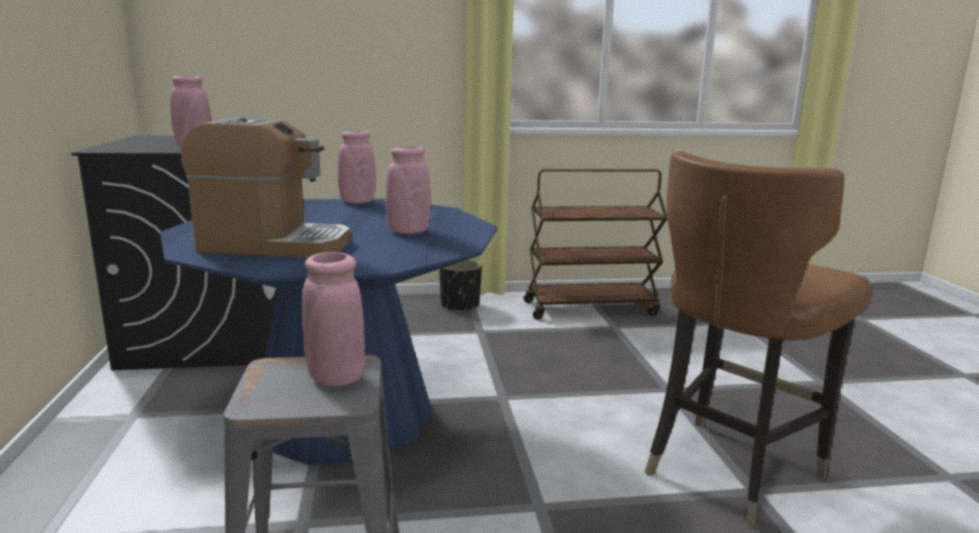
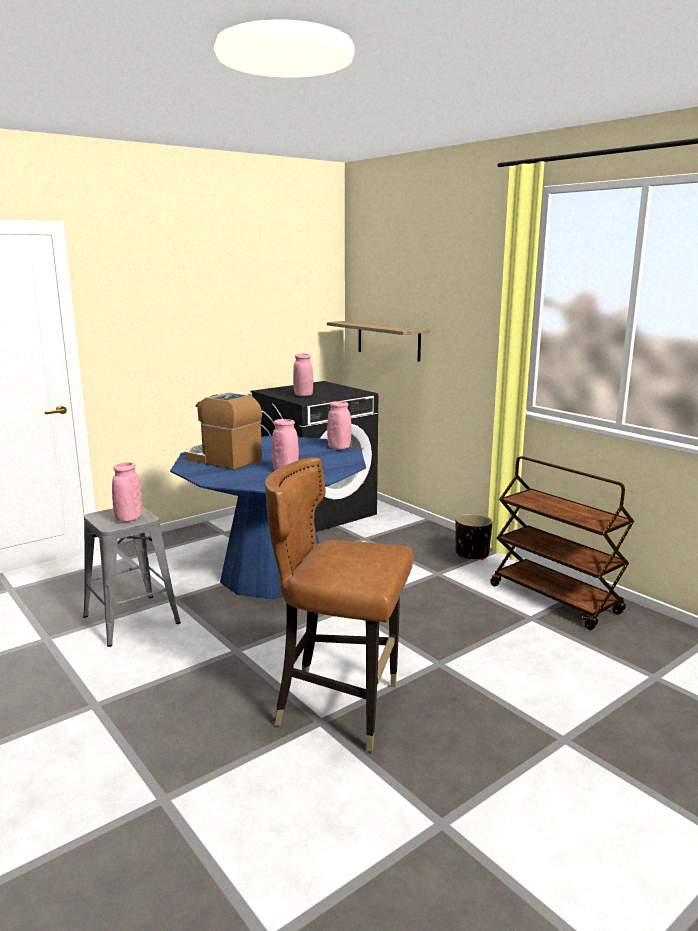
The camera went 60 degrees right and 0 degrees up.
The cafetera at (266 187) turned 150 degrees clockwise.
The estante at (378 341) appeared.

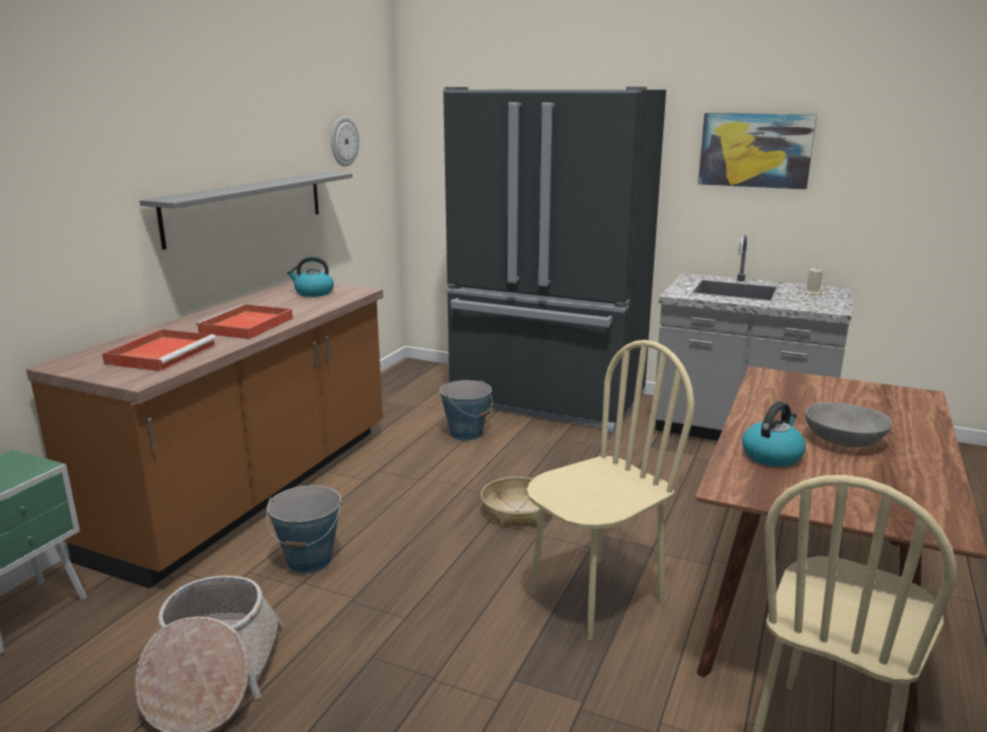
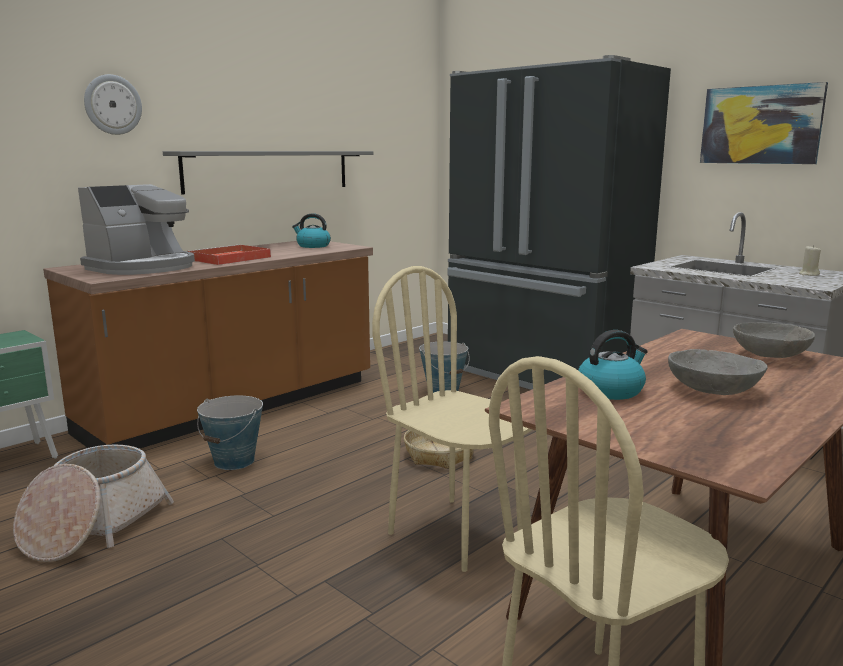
The camera went 20 degrees right and 5 degrees down.
The bandeja (rojo) at (159 350) was replaced by the cafetera at (136 229).
The reloj de pared moved from (345 141) to (113 104).
The silla (beis) at (610 490) turned 120 degrees counterclockwise.
The cuenco (gris) at (774 340) appeared.

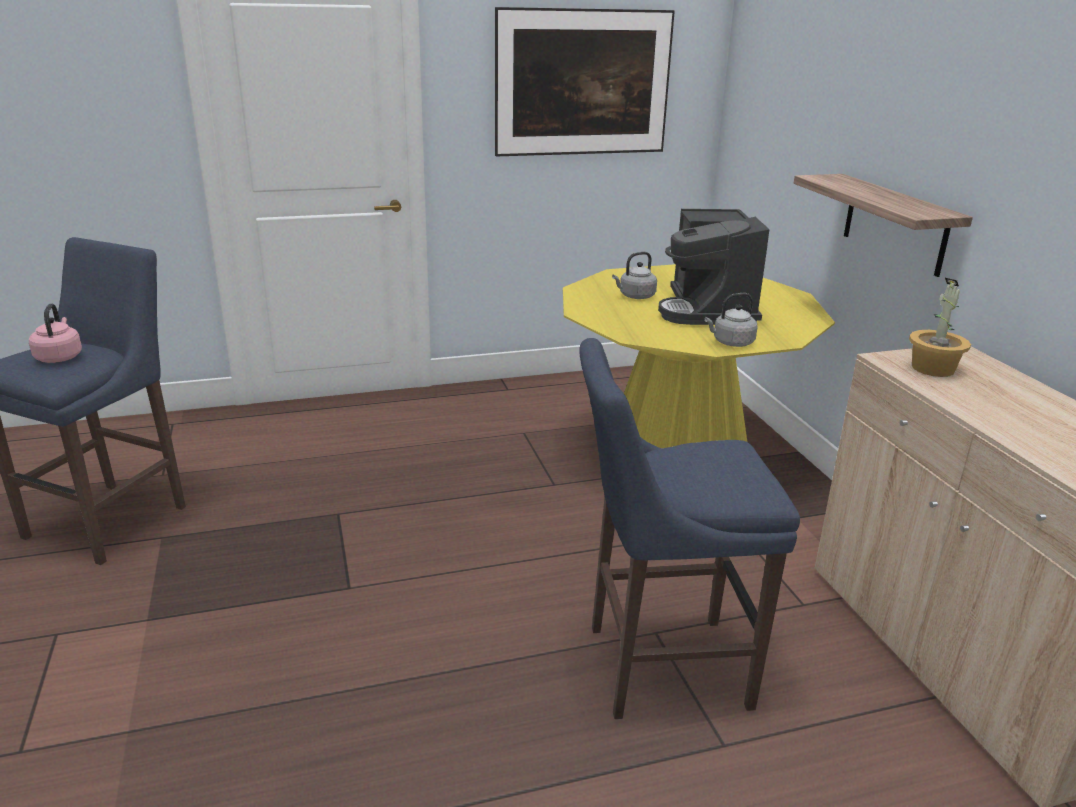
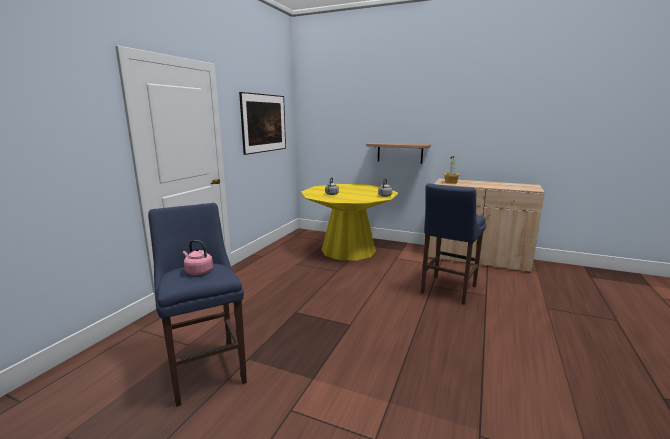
The camera went 50 degrees left and 10 degrees down.
The cafetera at (713 267) disappeared.

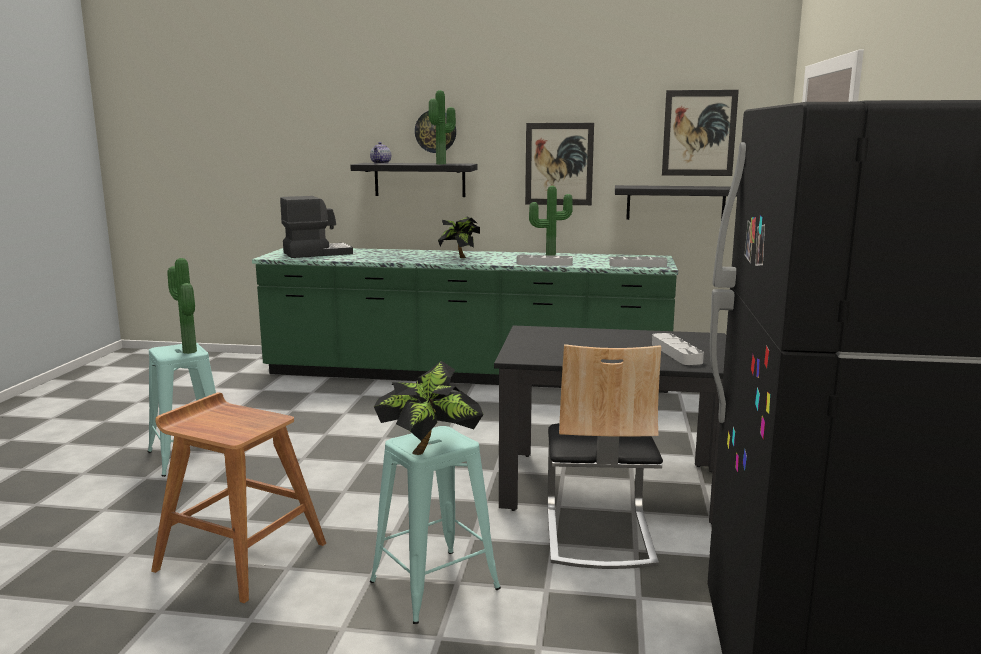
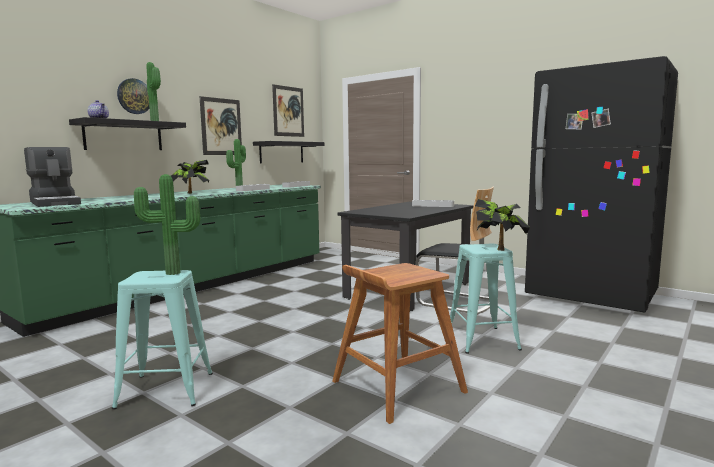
The camera went 60 degrees left and 5 degrees down.
The cafetera at (316 227) turned 135 degrees clockwise.

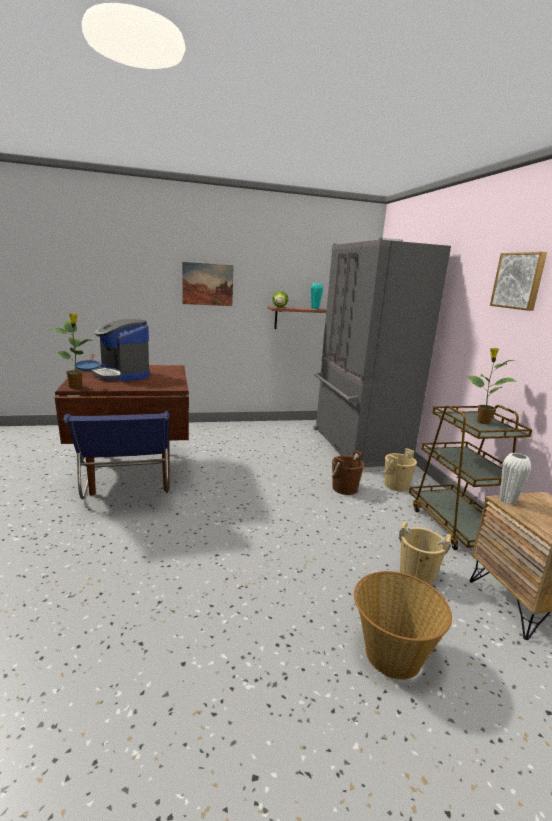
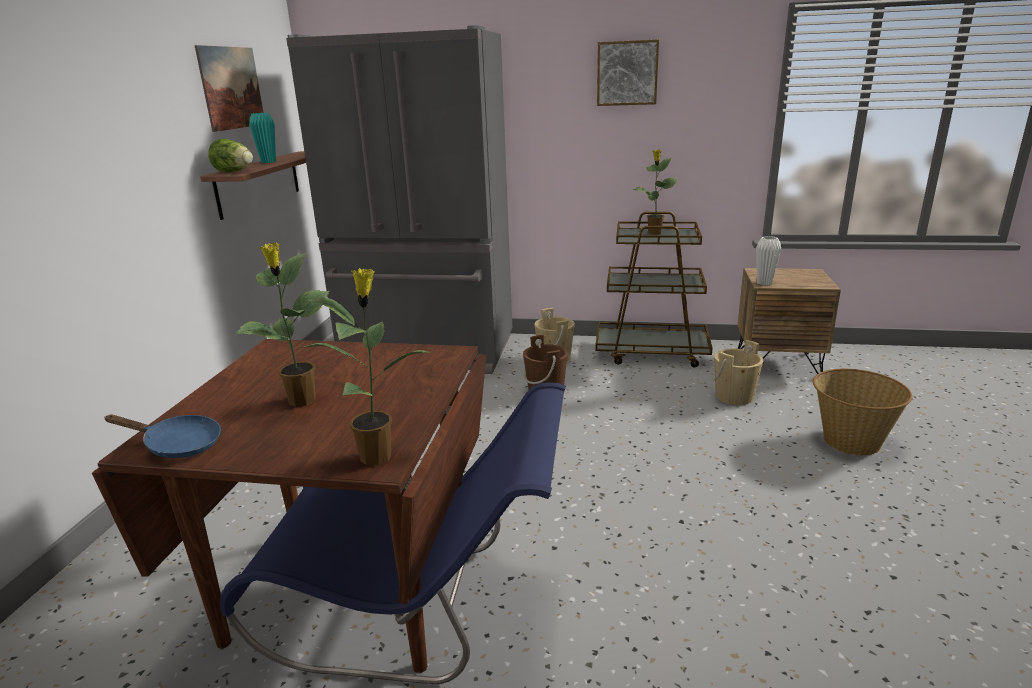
The camera went 65 degrees left and 5 degrees up.
The cuadro moved from (208 284) to (229 88).
The cafetera at (121 350) was replaced by the planta en maceta at (281 325).

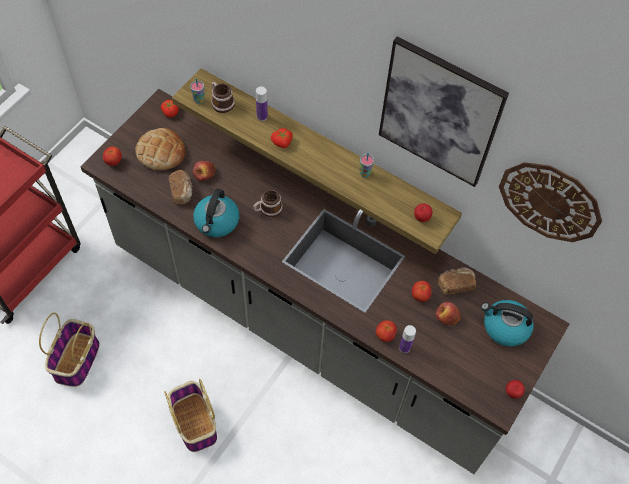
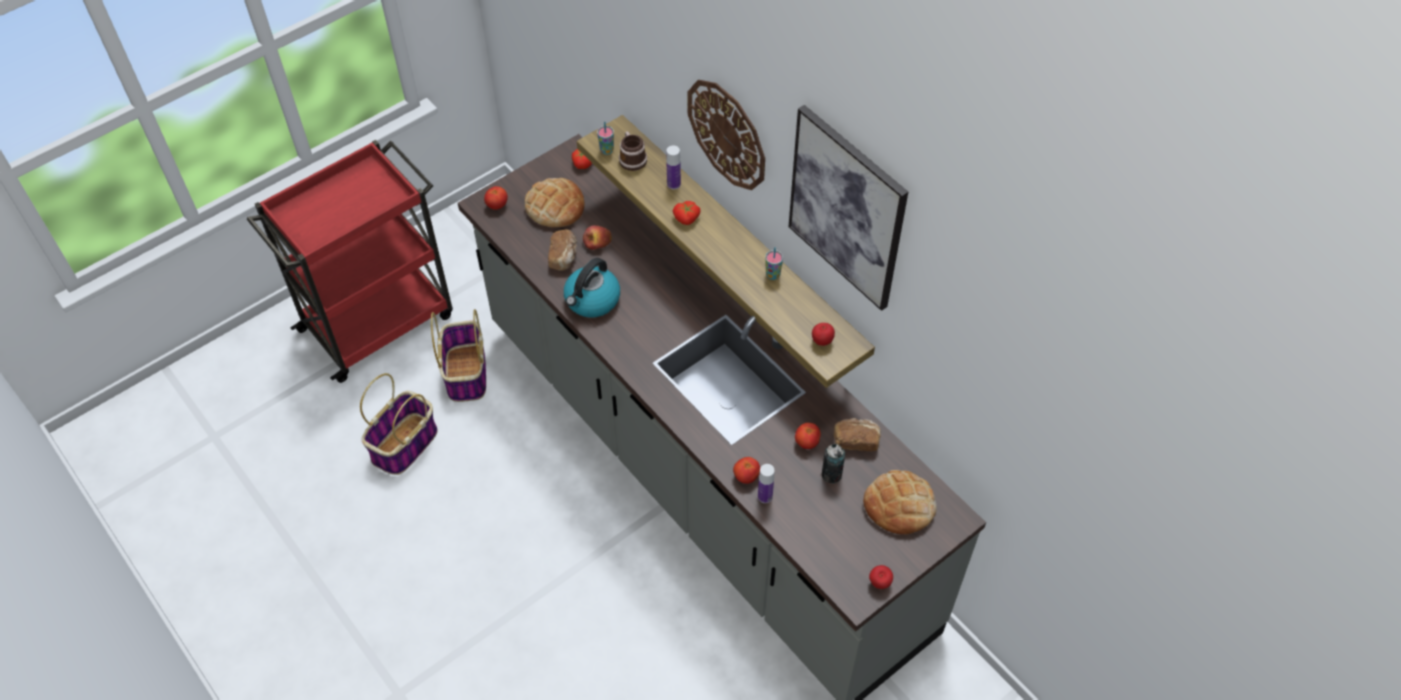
The camera went 20 degrees right and 5 degrees down.
The cesta moved from (190 415) to (458 355).
The reloj de pared moved from (550 202) to (726 135).
The manzana at (448 313) was replaced by the lata at (833 463).
The hervidor at (507 323) was replaced by the pan at (900 502).
The taza grande at (268 203) disappeared.

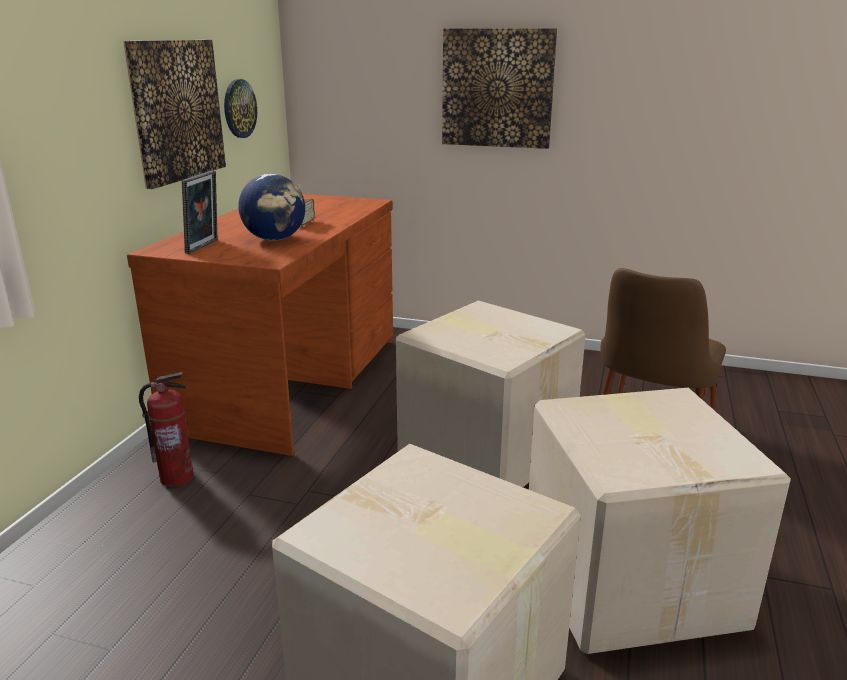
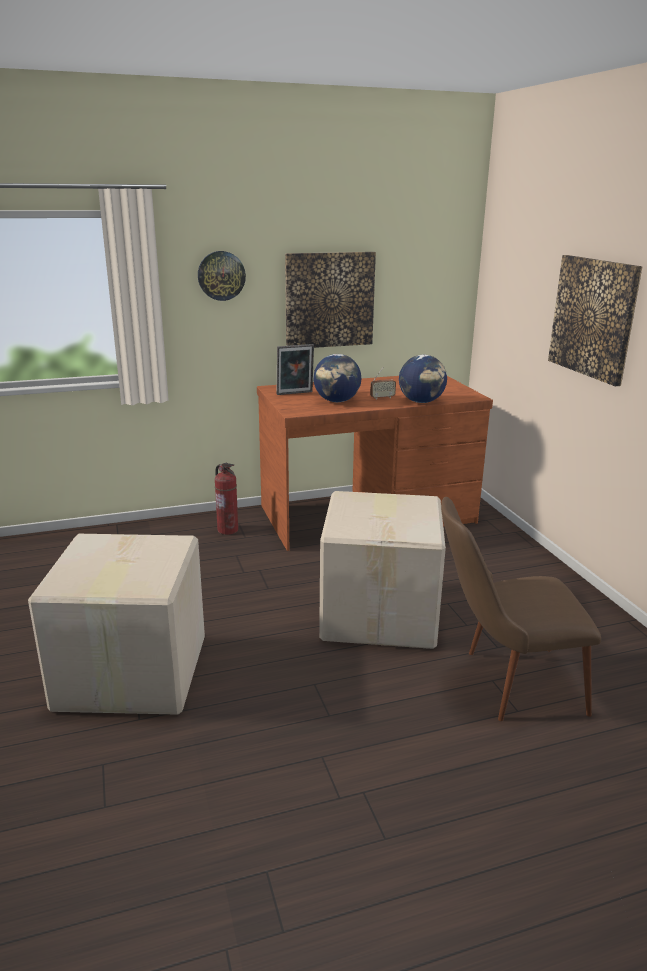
The camera went 55 degrees right and 0 degrees up.
The reloj de pared moved from (240 108) to (222 276).
The globo terráqueo at (423 379) appeared.
The caja de cartón at (660 521) disappeared.

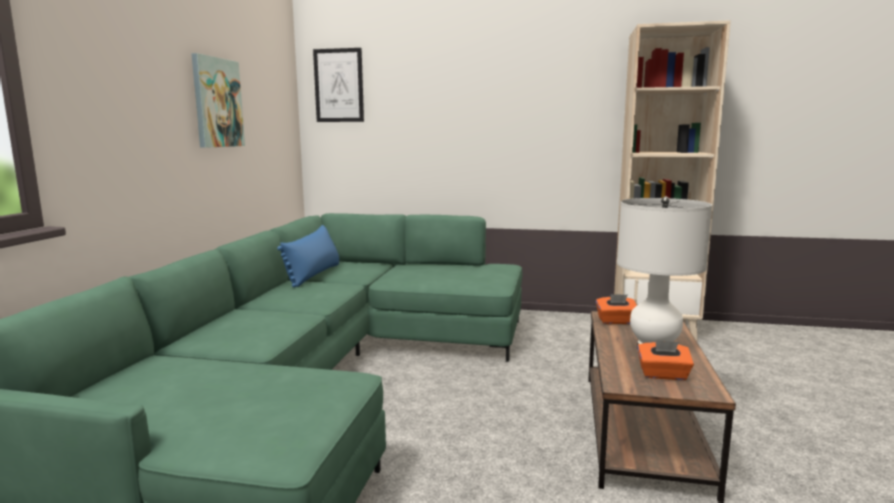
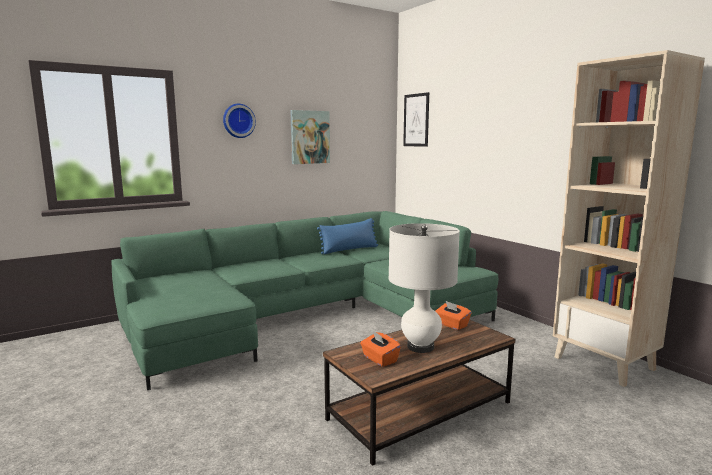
The camera went 45 degrees right and 0 degrees up.
The reloj de pared at (239 121) appeared.

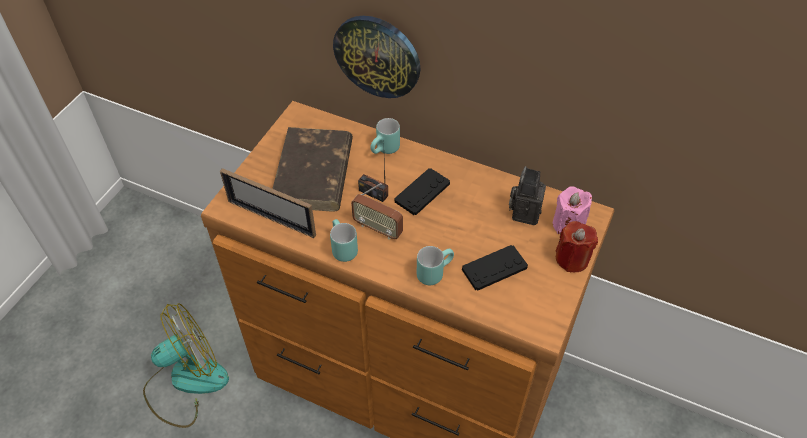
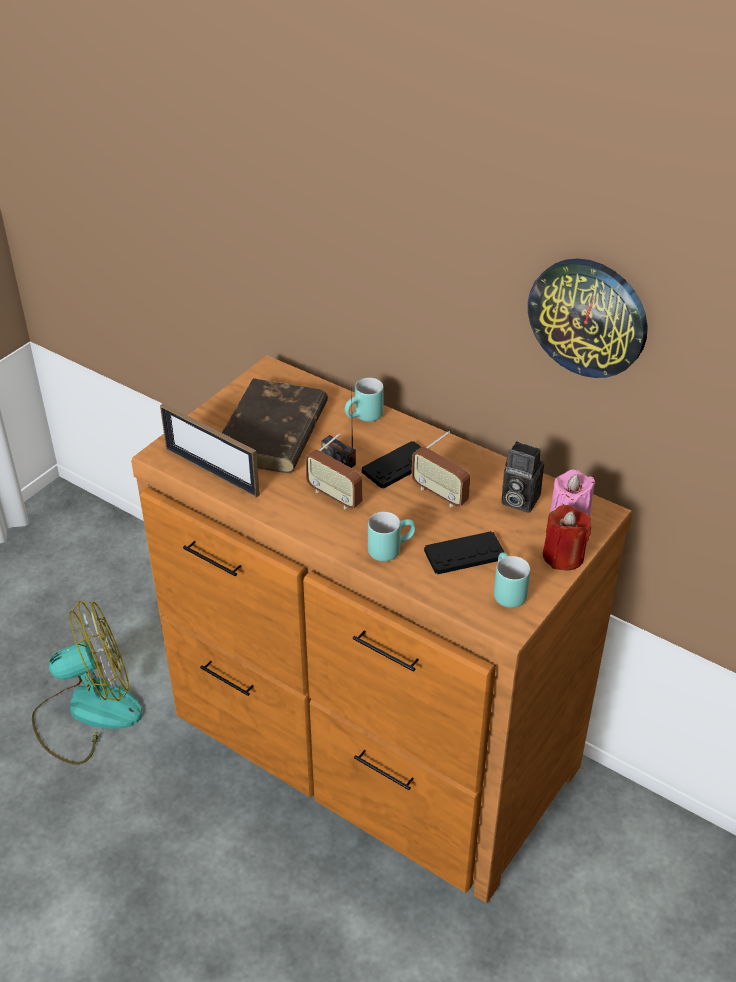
The camera went 10 degrees right and 10 degrees down.
The radio at (441 469) appeared.
The taza grande (turquesa) moved from (344 240) to (512 580).
The cámara at (527 195) turned 90 degrees counterclockwise.
The reloj de pared moved from (377 57) to (588 318).

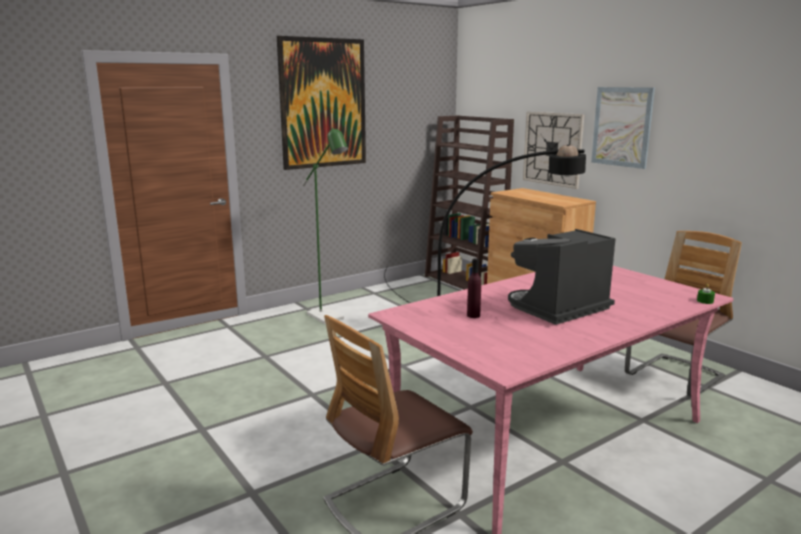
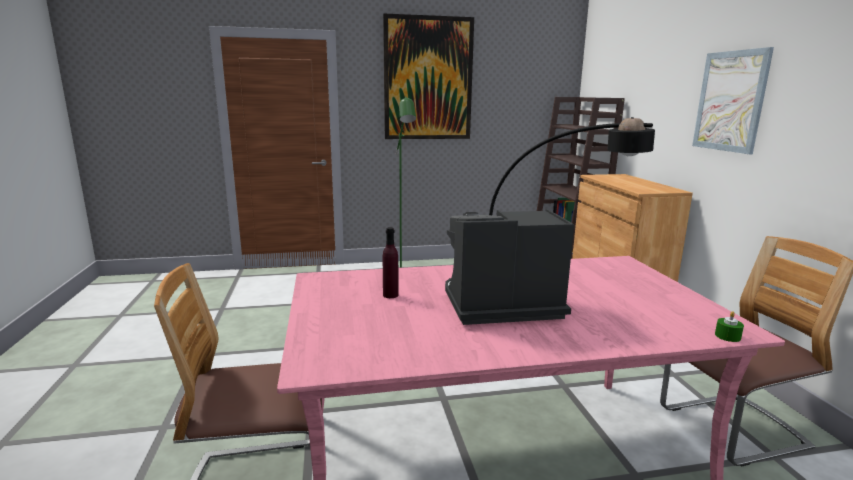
The camera went 25 degrees right and 0 degrees up.
The reloj de pared at (554 150) disappeared.

